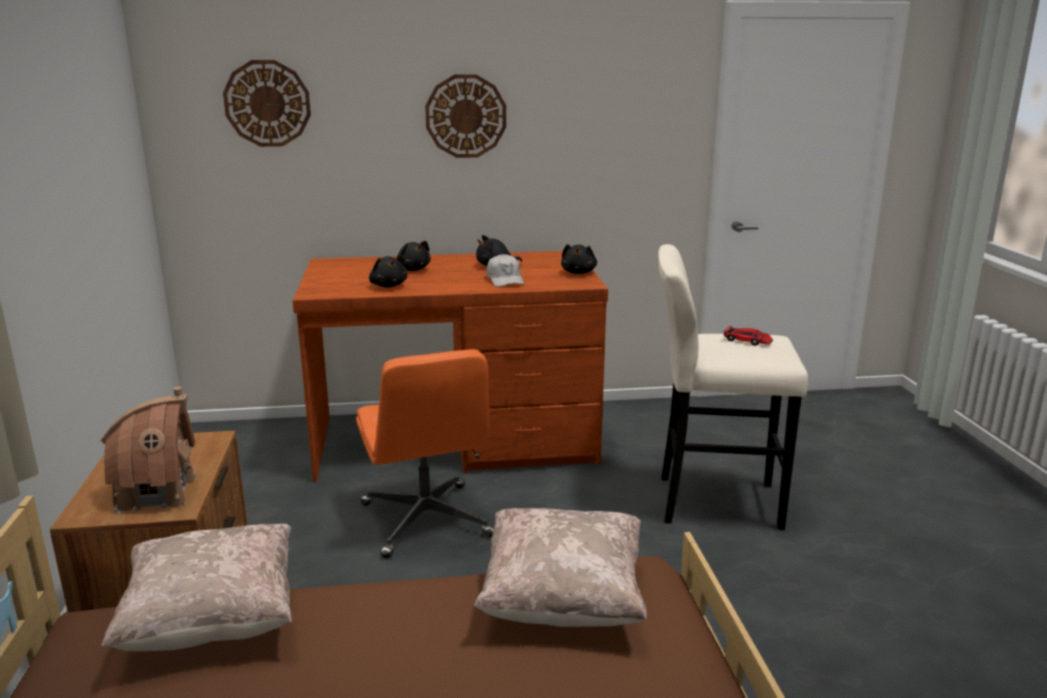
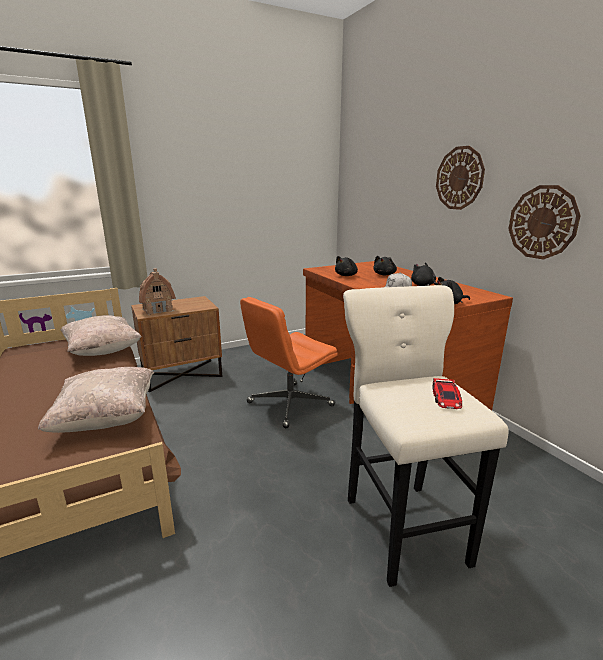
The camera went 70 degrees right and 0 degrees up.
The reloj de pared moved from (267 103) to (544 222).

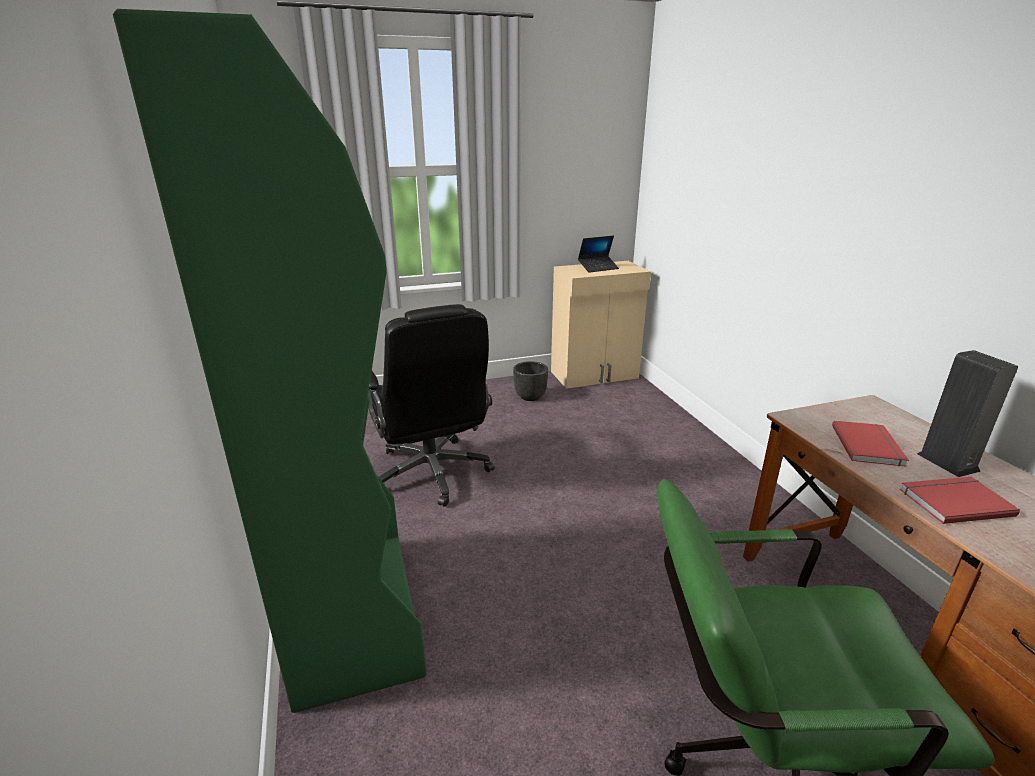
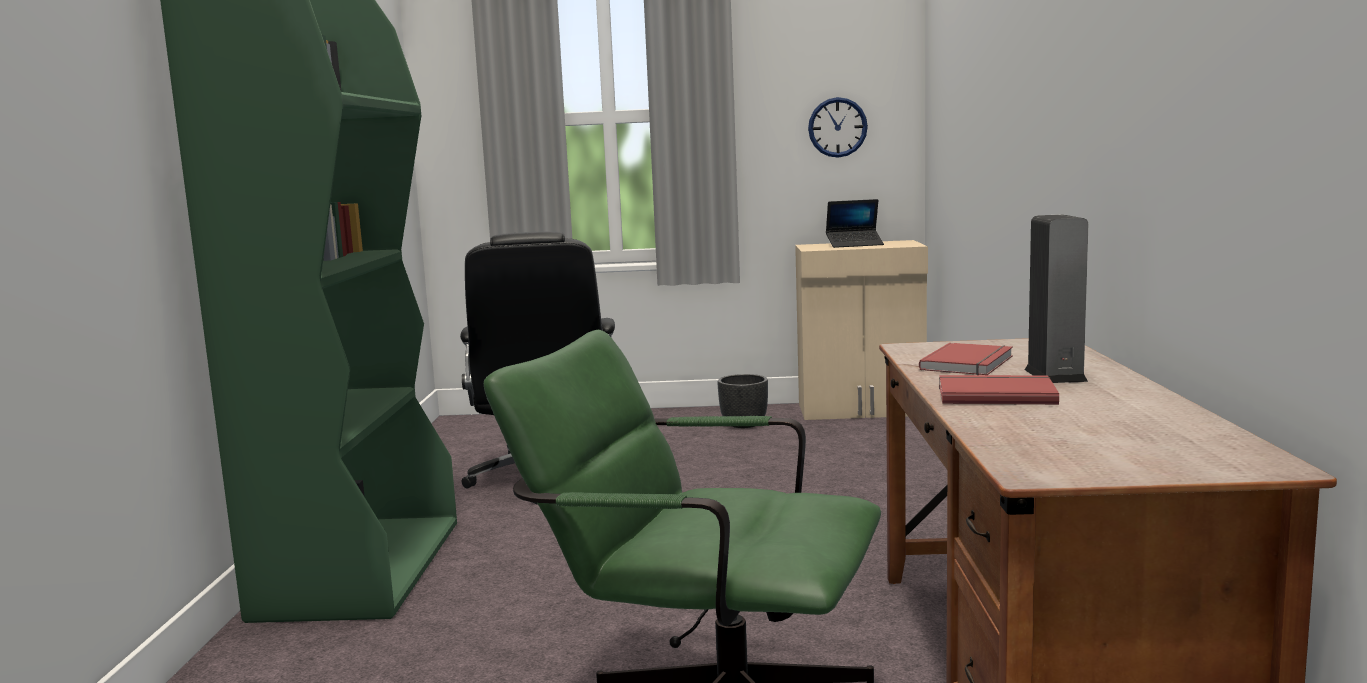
The camera went 20 degrees right and 15 degrees down.
The reloj de pared at (838 127) appeared.

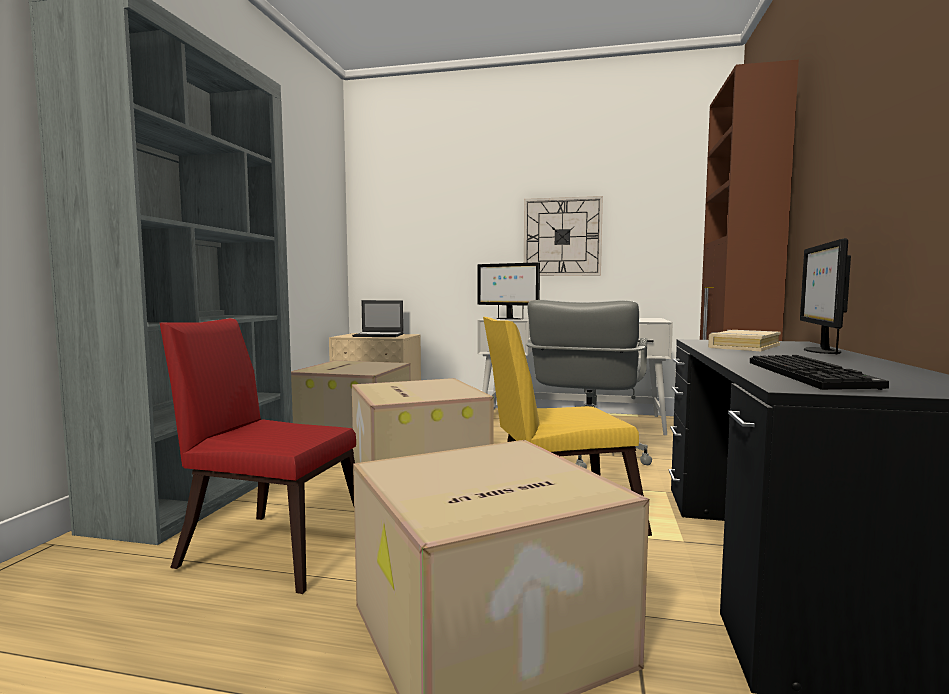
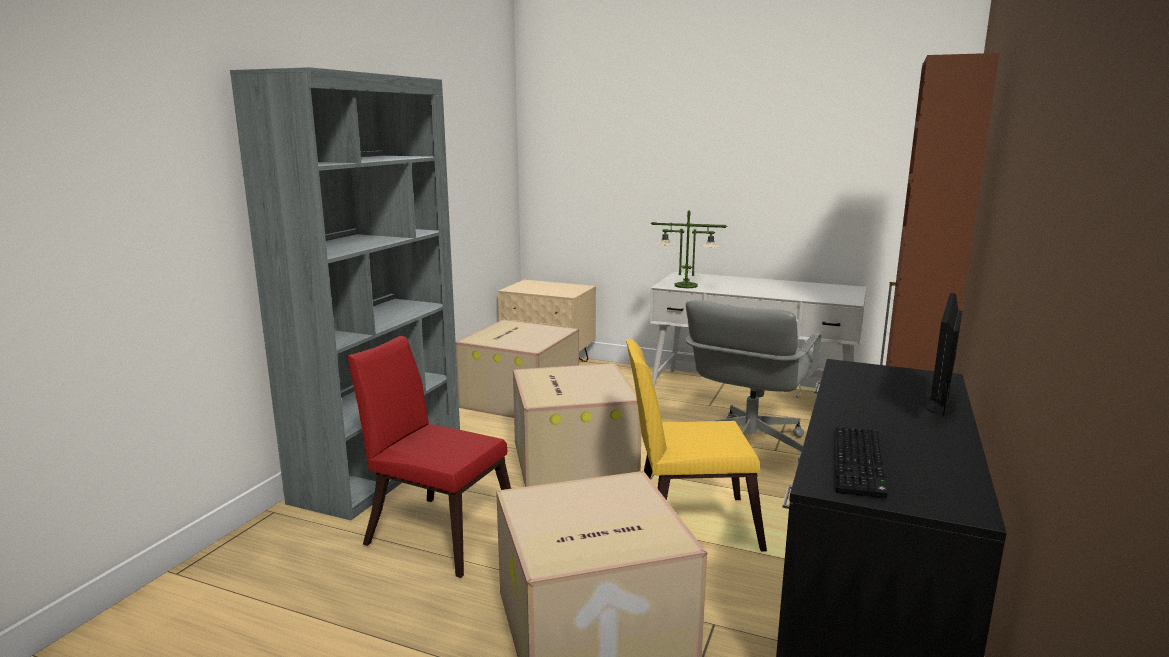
The camera went 10 degrees right and 10 degrees up.
The monitor at (509 291) was replaced by the lámpara de mesa at (689 249).
The portátil at (377 318) disappeared.
The reloj de pared at (563 236) disappeared.
The libro (beis) at (744 340) disappeared.

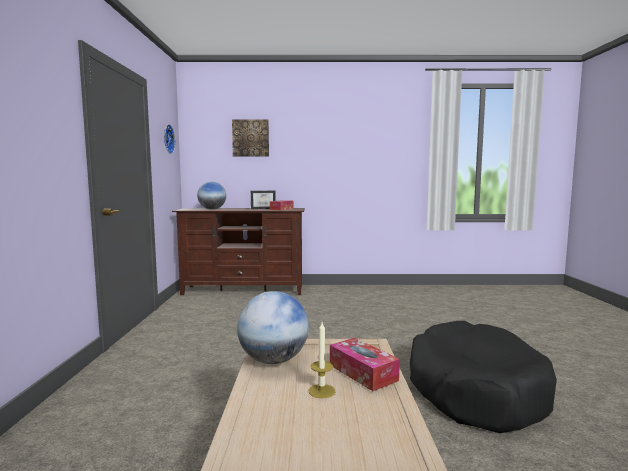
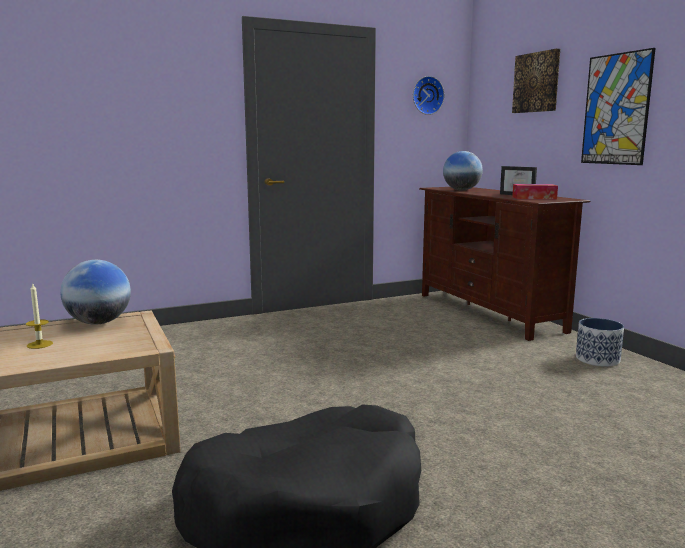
The camera went 65 degrees right and 5 degrees up.
The maceta at (600 342) appeared.
The cuadro at (618 106) appeared.
The caja de pañuelos at (365 364) disappeared.

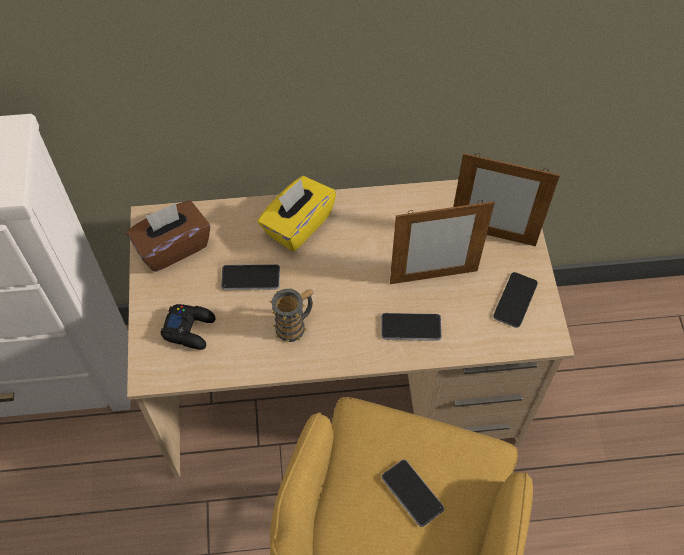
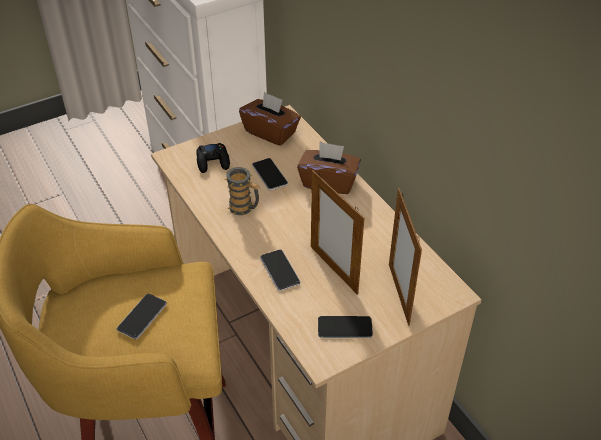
The camera went 65 degrees right and 15 degrees down.
The caja de pañuelos (amarillo) at (296 214) became the caja de pañuelos (marrón) at (329 167).

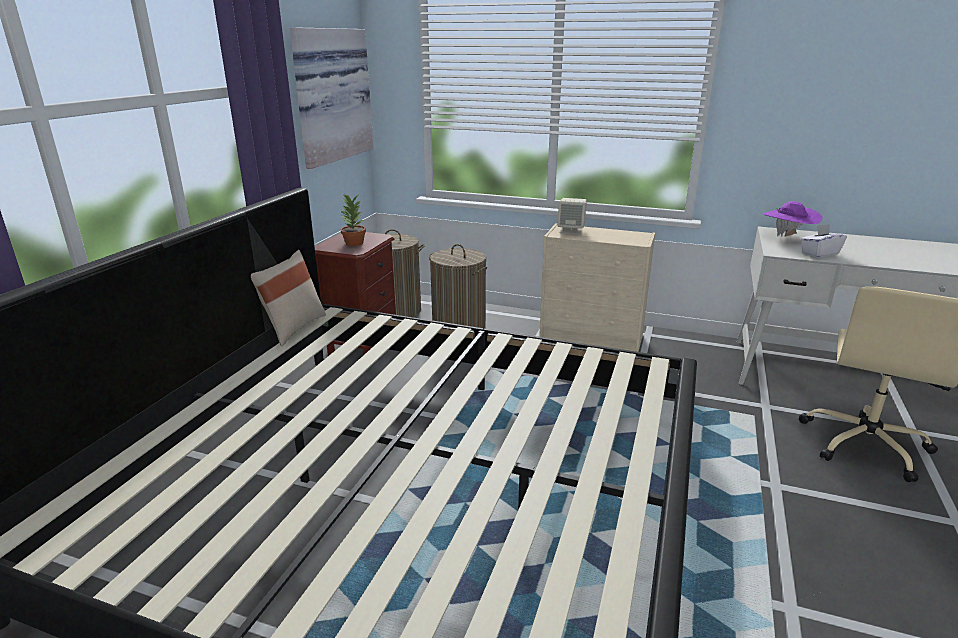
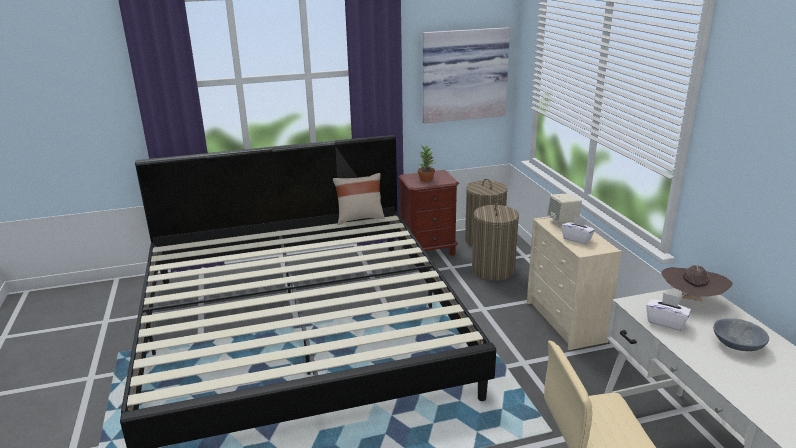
The camera went 55 degrees right and 0 degrees up.
The caja de pañuelos (blanco) at (578 230) appeared.
The sombrero (morado) at (792 219) became the sombrero (marrón) at (697 283).
The cuenco (gris) at (741 335) appeared.

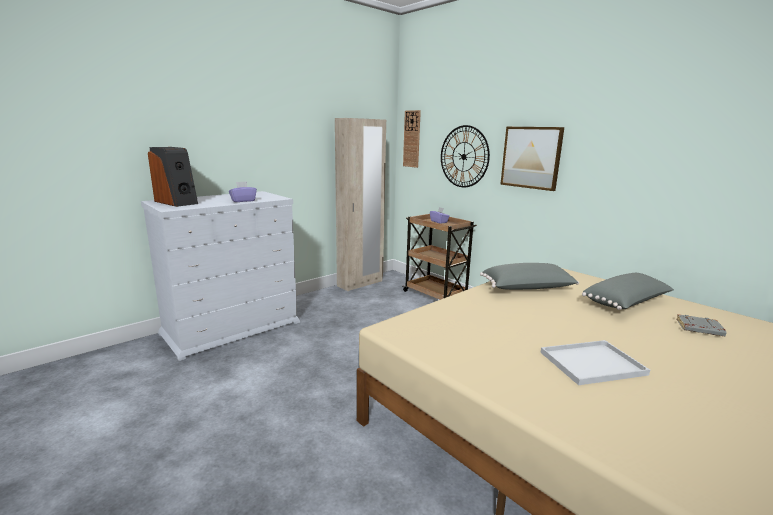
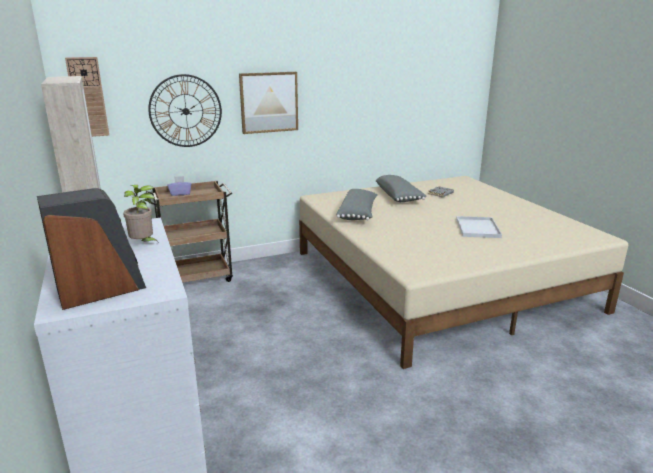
The camera went 70 degrees left and 5 degrees up.
The caja de pañuelos (morado) at (243 191) was replaced by the planta en maceta at (141 214).

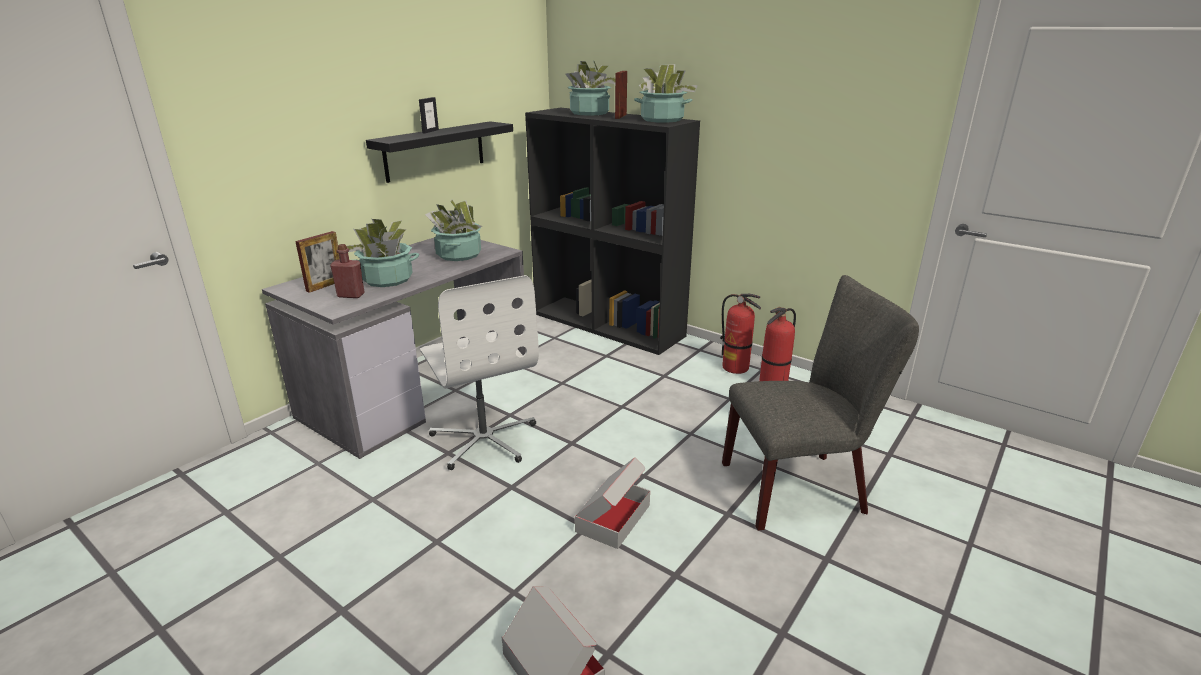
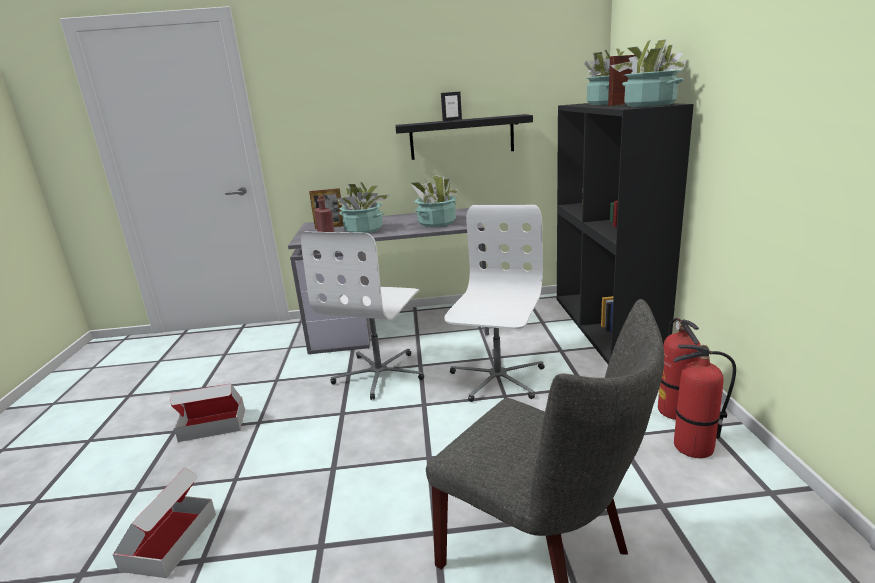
The camera went 50 degrees right and 5 degrees down.
The caja de cartón moved from (612 503) to (207 413).
The silla de oficina (blanco) at (494 303) appeared.

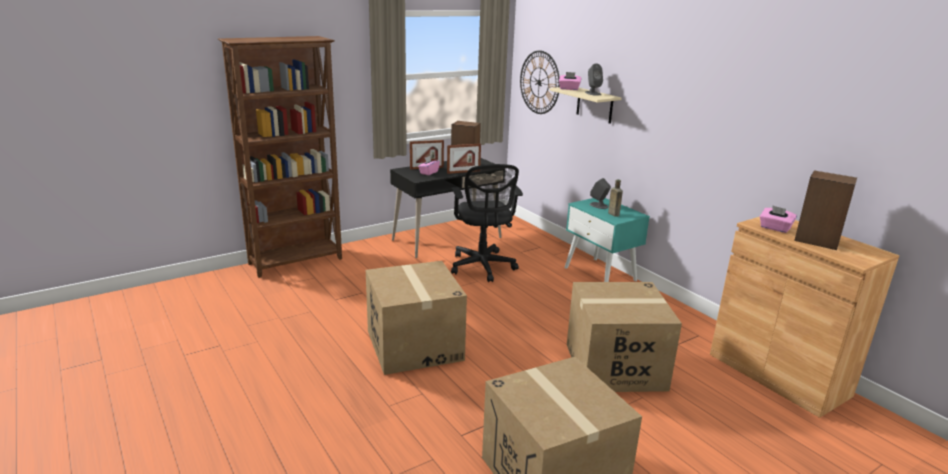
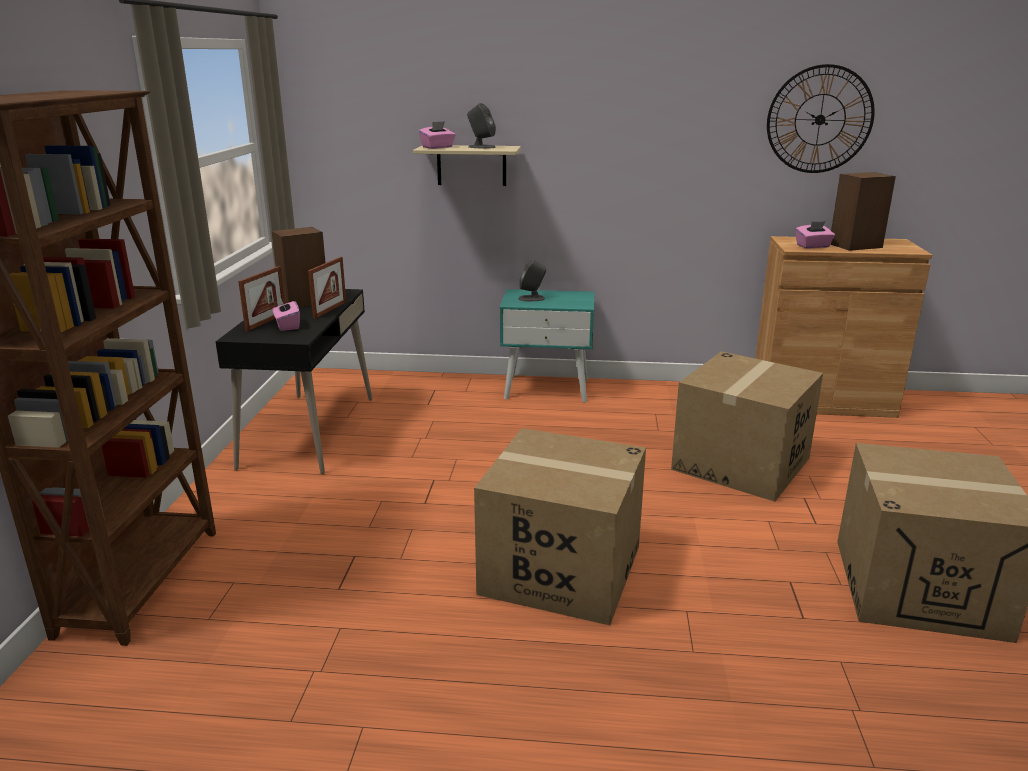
The camera went 50 degrees left and 0 degrees up.
The reloj de pared moved from (540 82) to (821 118).
The silla de oficina (negro) at (487 223) disappeared.
The botella (marrón) at (615 198) disappeared.

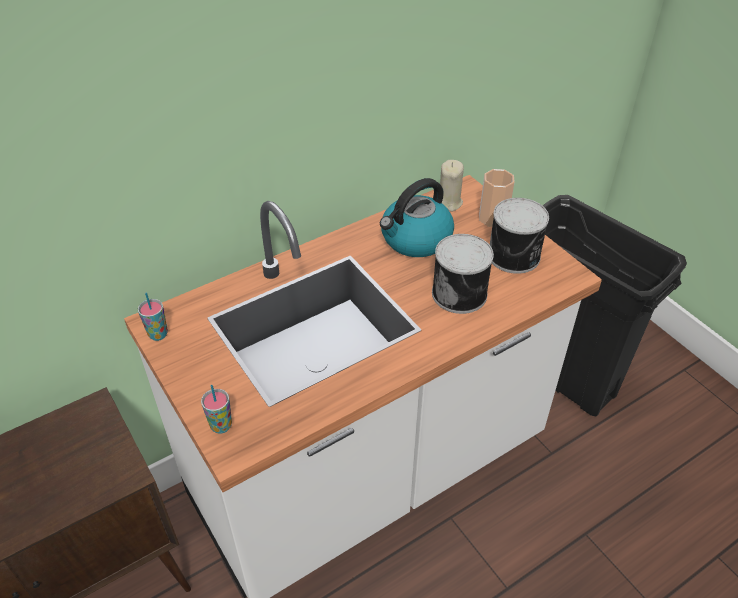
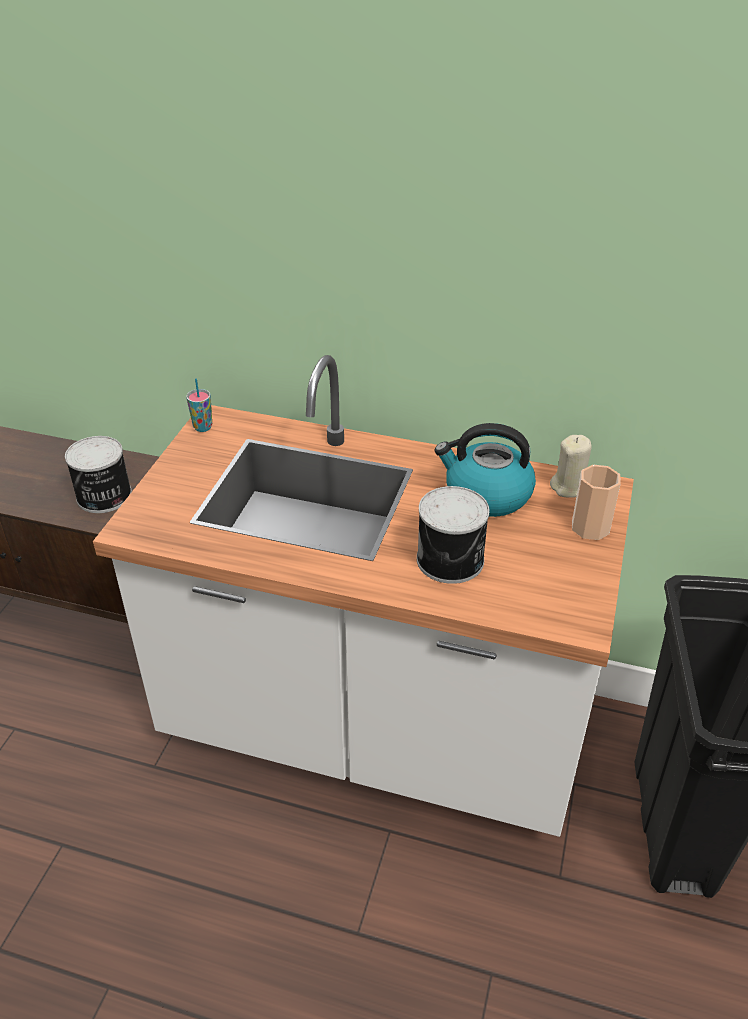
The camera went 50 degrees right and 5 degrees down.
The lata moved from (519 236) to (98 474).
The taza at (216 409) disappeared.

